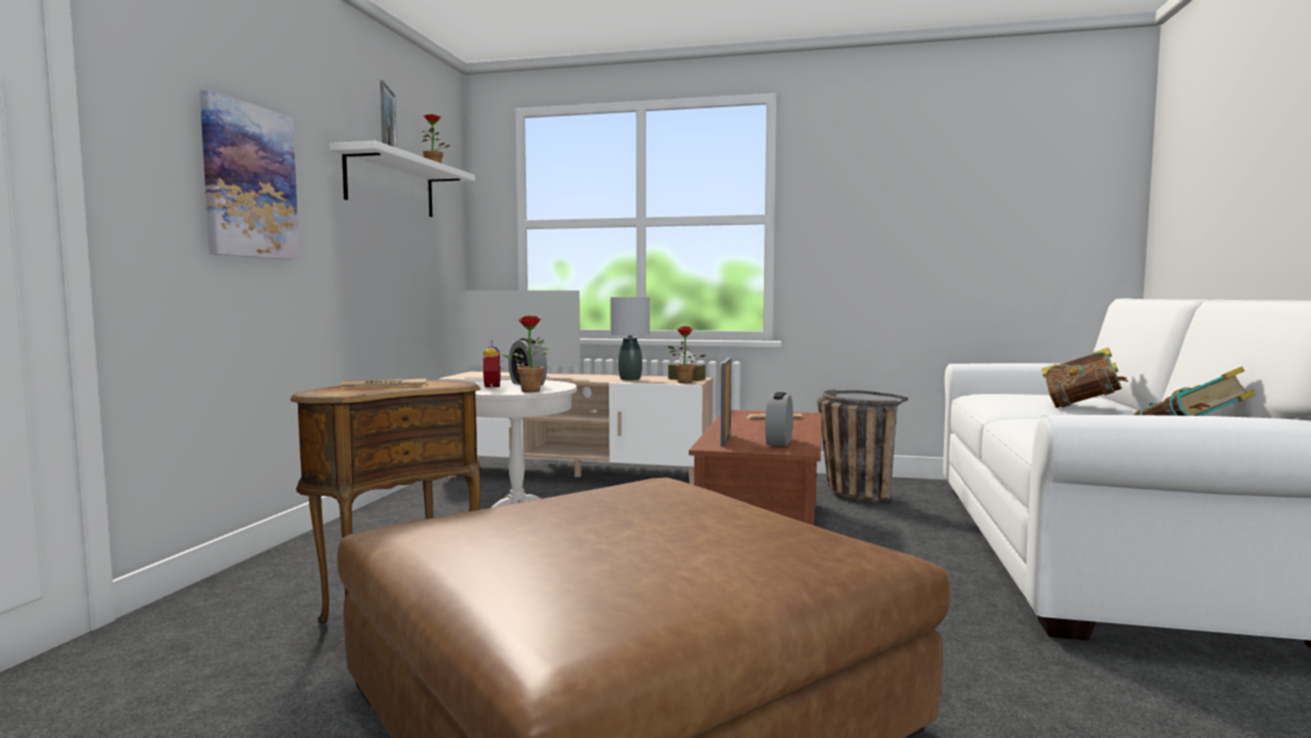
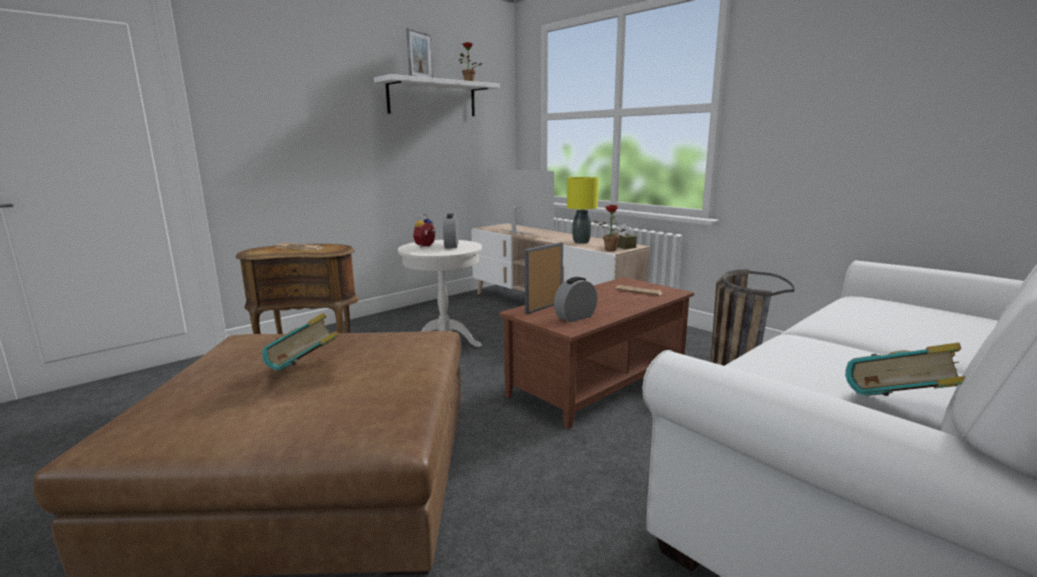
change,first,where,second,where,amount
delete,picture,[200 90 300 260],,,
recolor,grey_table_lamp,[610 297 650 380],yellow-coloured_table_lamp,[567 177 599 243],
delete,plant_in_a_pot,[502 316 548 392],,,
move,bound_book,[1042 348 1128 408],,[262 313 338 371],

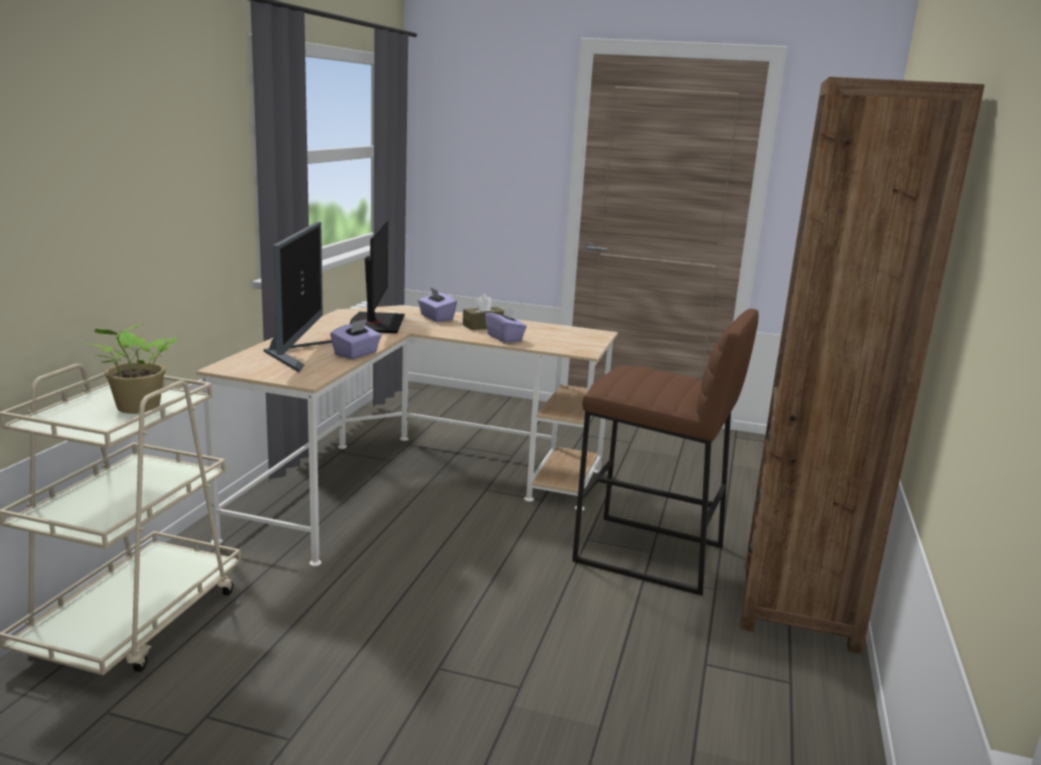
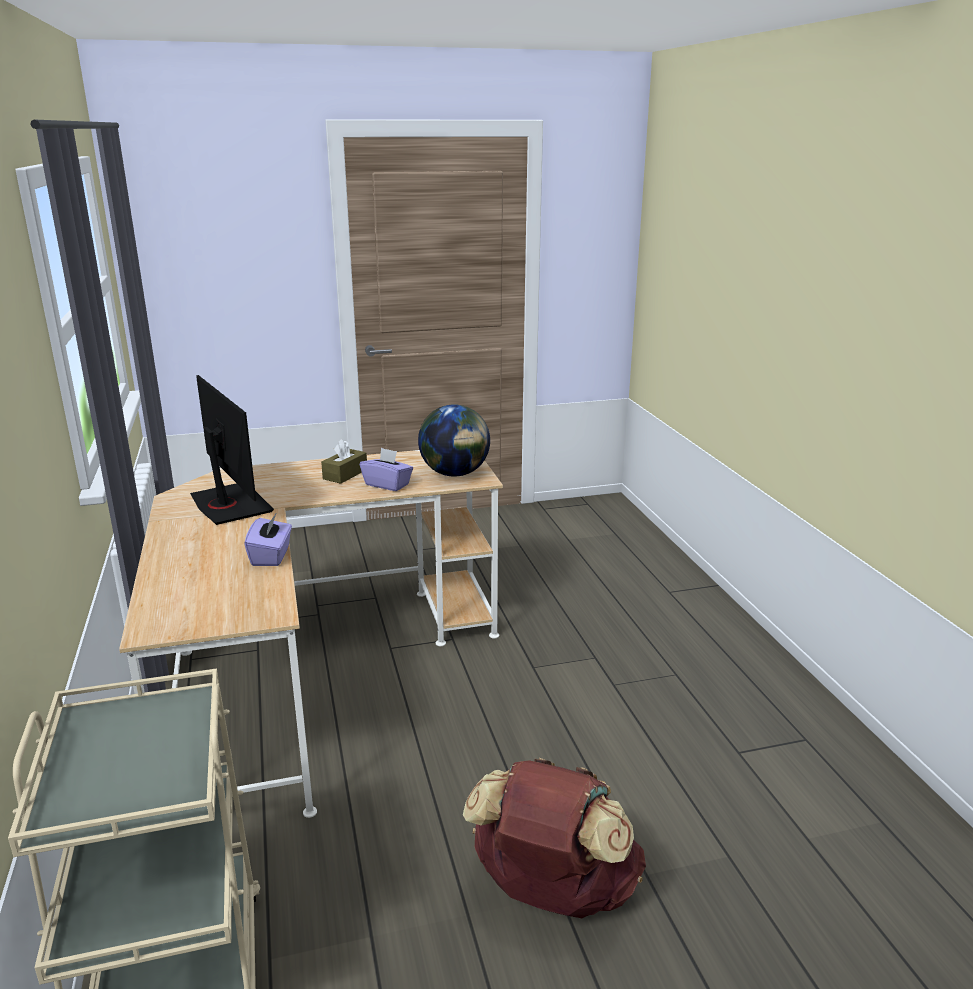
change,first,where,second,where,amount
delete,brown-coloured_shelving_unit,[740 77 985 654],,,
delete,monitor,[264 222 332 372],,,
delete,purplish_box_of_tissues,[418 287 457 322],,,
delete,brown-coloured_stool,[572 309 759 596],,,
delete,plant_in_a_pot,[84 324 177 414],,,
insert,,,world_globe,[418 404 490 477],
insert,,,brown-coloured_rucksack,[463 758 646 918],

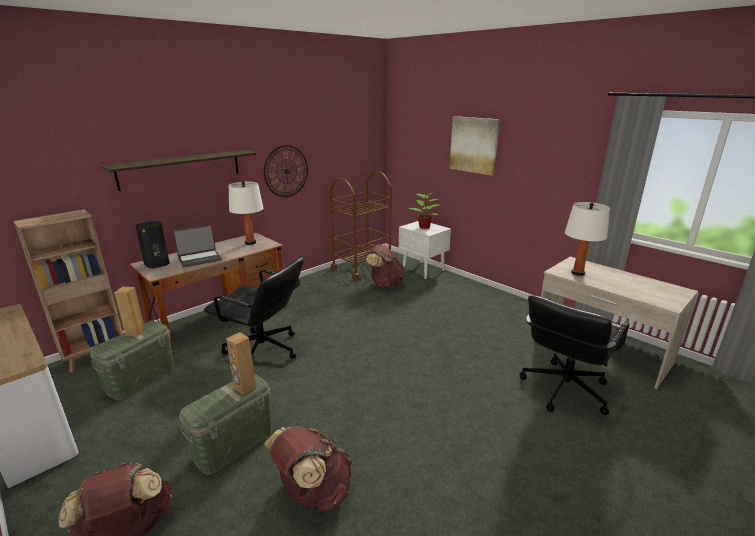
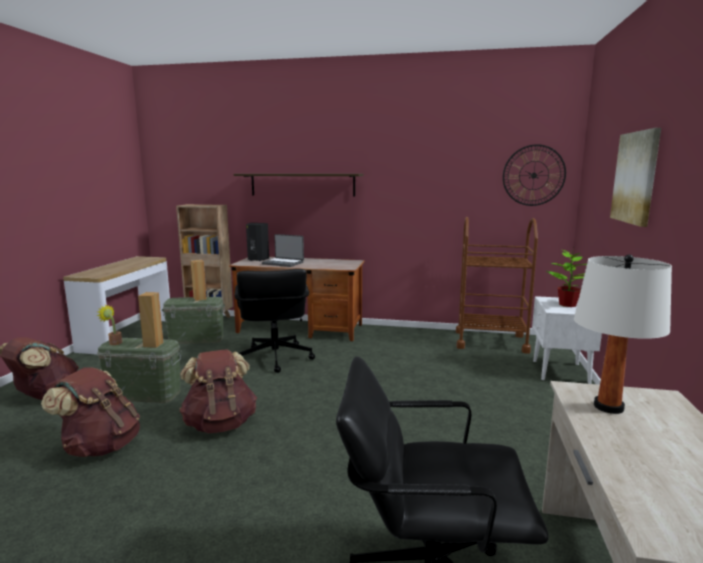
change,first,where,second,where,amount
move,wall_clock,[264 145 308 197],,[503 144 566 206],
delete,white_table_lamp,[228 181 263 245],,,
move,brown-coloured_rucksack,[366 245 405 288],,[179 349 257 433],
insert,,,plant_in_a_pot,[96 305 122 345],

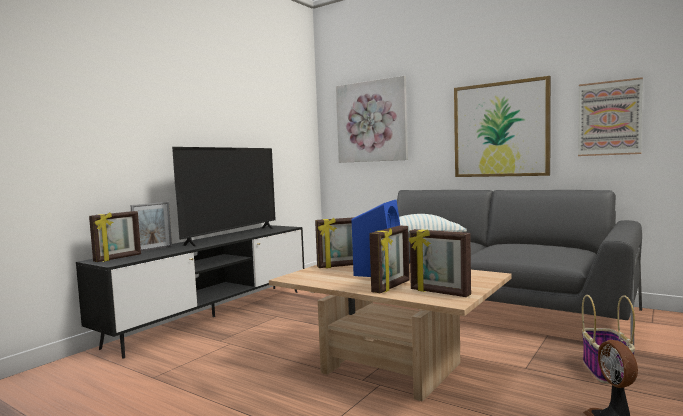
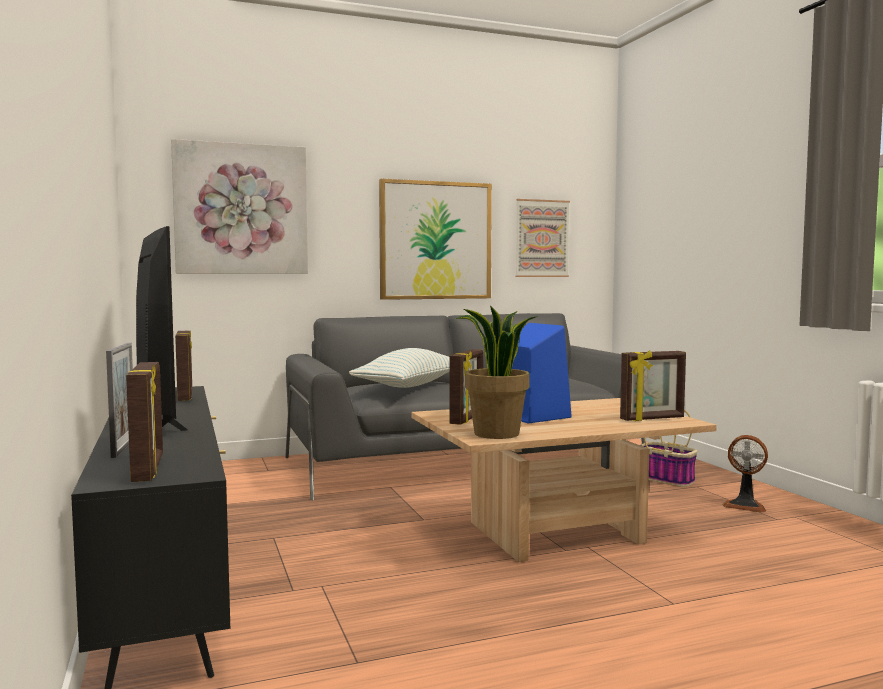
change,first,where,second,where,amount
move,picture_frame,[369 225 410 293],,[175 331 192 401],
insert,,,plant_in_a_pot,[455 305 538 439],

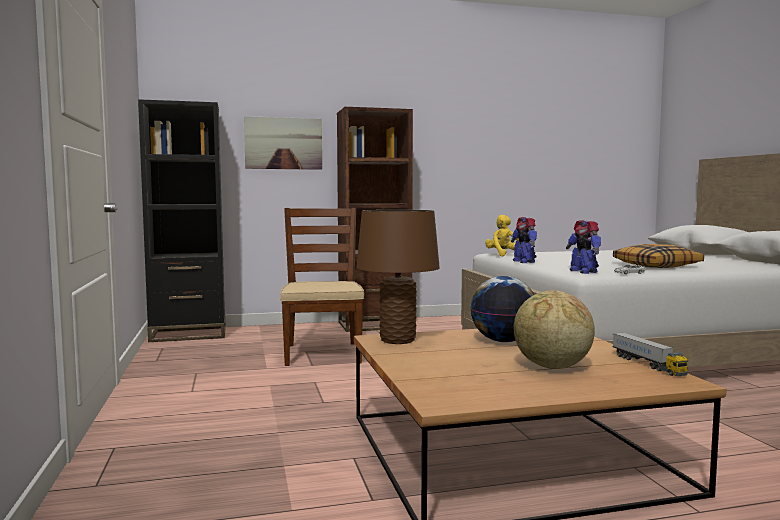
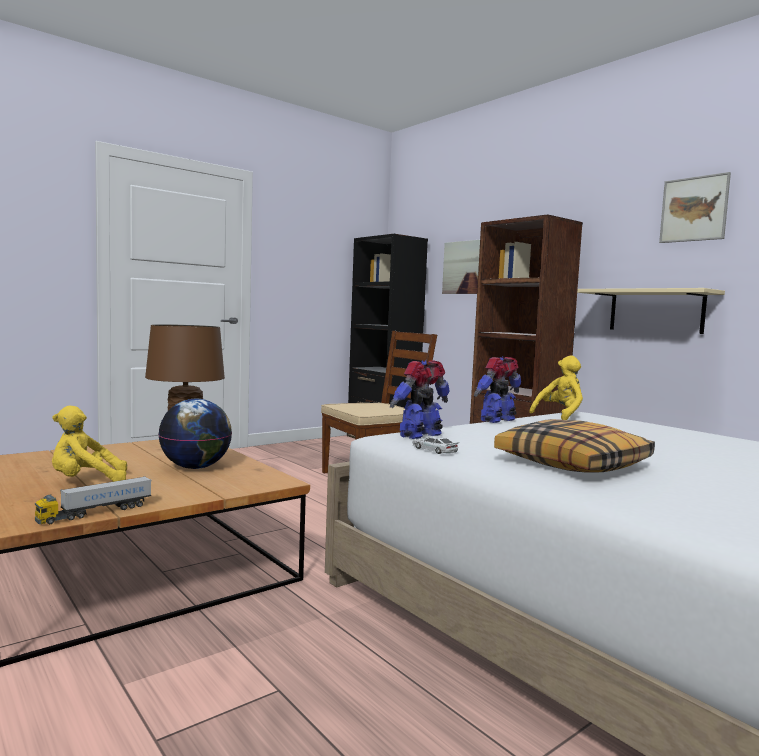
change,first,where,second,where,amount
replace,world_globe,[514 290 595 369],yellow-coloured_cuddly_toy,[52 405 127 482],
insert,,,picture,[659 172 731 243],
insert,,,beige-coloured_wall_shelf,[577 288 725 334],

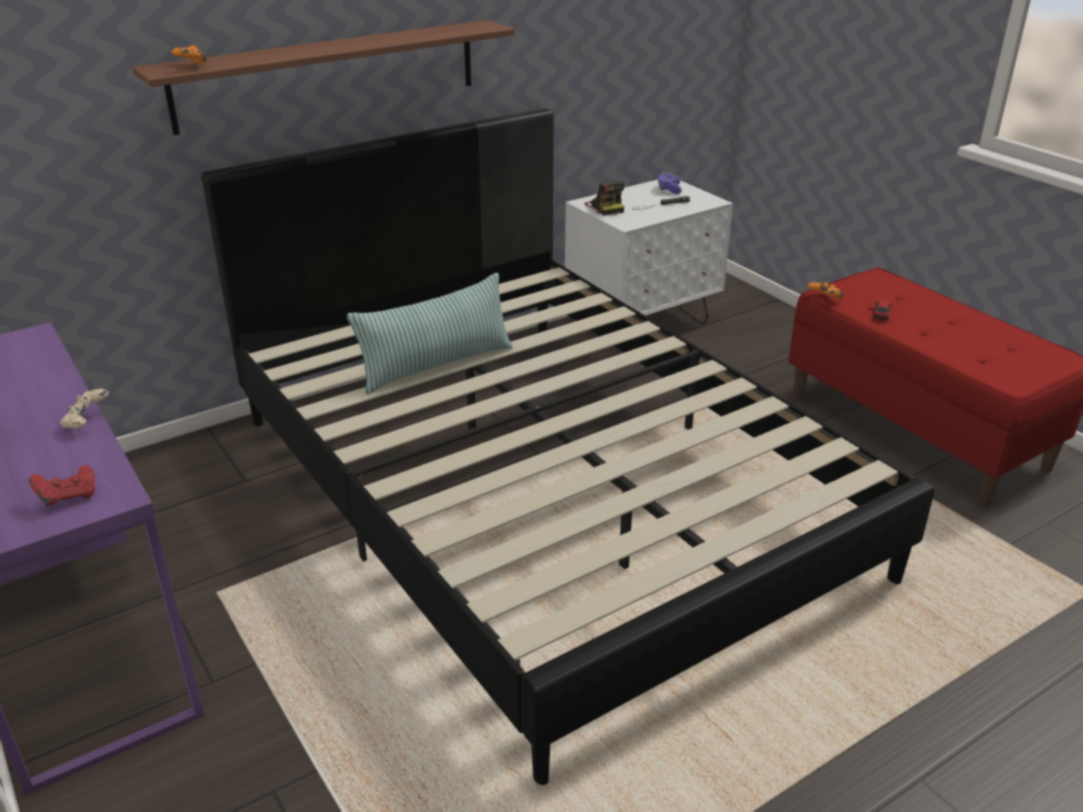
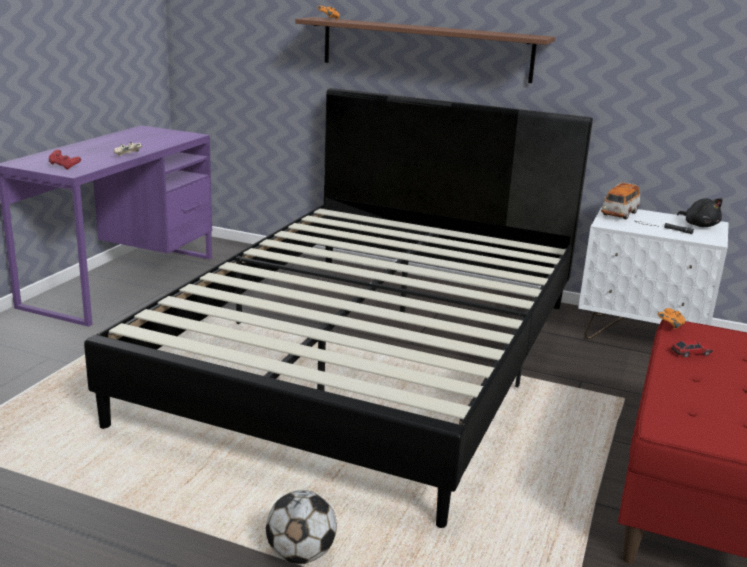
change,first,where,second,where,amount
replace,purplish_game_controller,[658 172 682 194],blackish_cuddly_toy,[677 198 723 227],
replace,still_camera,[584 181 624 215],toy_car,[601 182 640 219],
delete,cushion,[347 273 513 394],,,
insert,,,ball_for_football,[266 490 337 564],

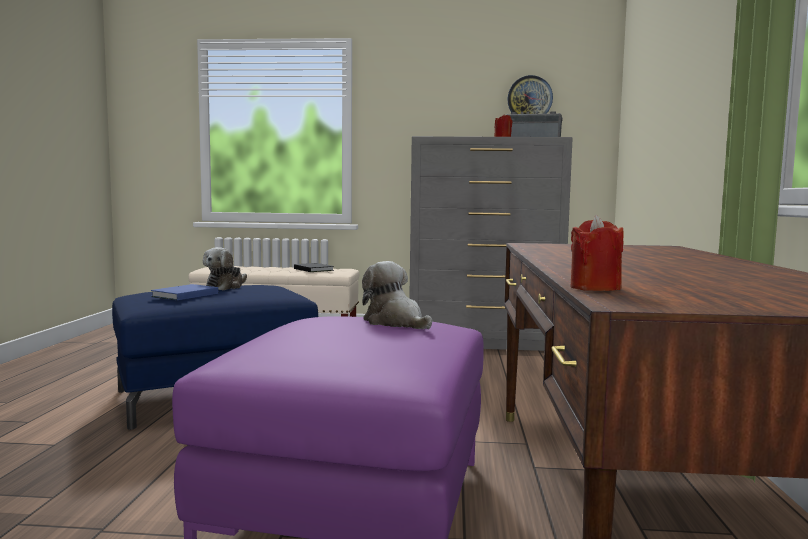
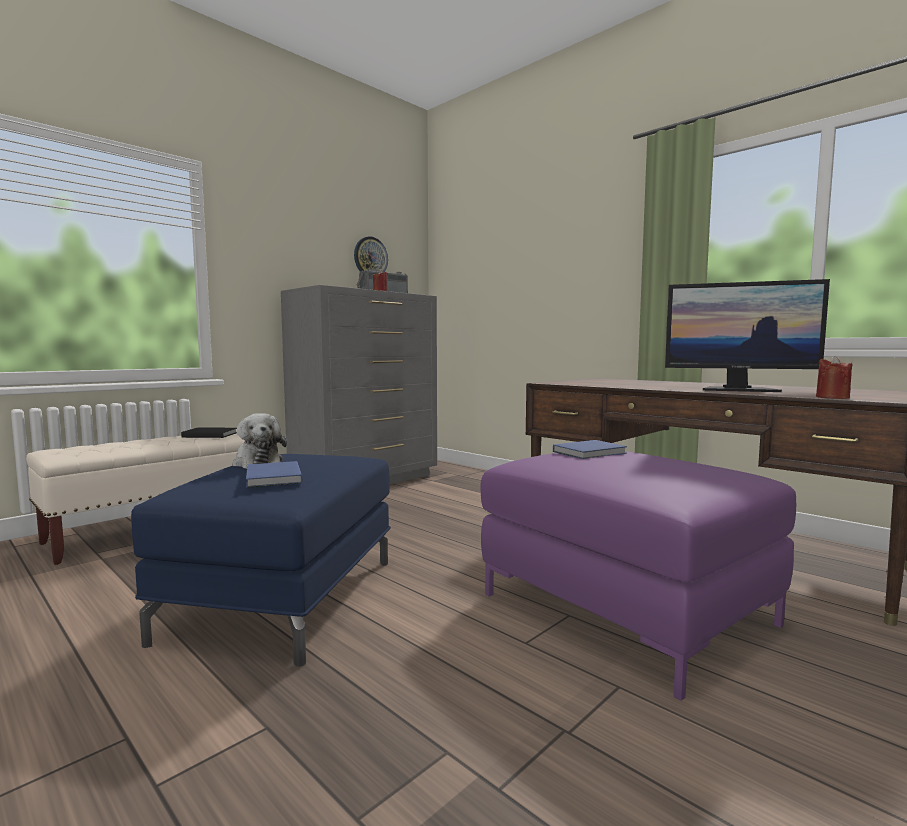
change,first,where,second,where,amount
replace,cuddly_toy,[362 261 432 329],blue-coloured_bound_book,[553 440 627 459],
insert,,,monitor,[665 279 830 392],

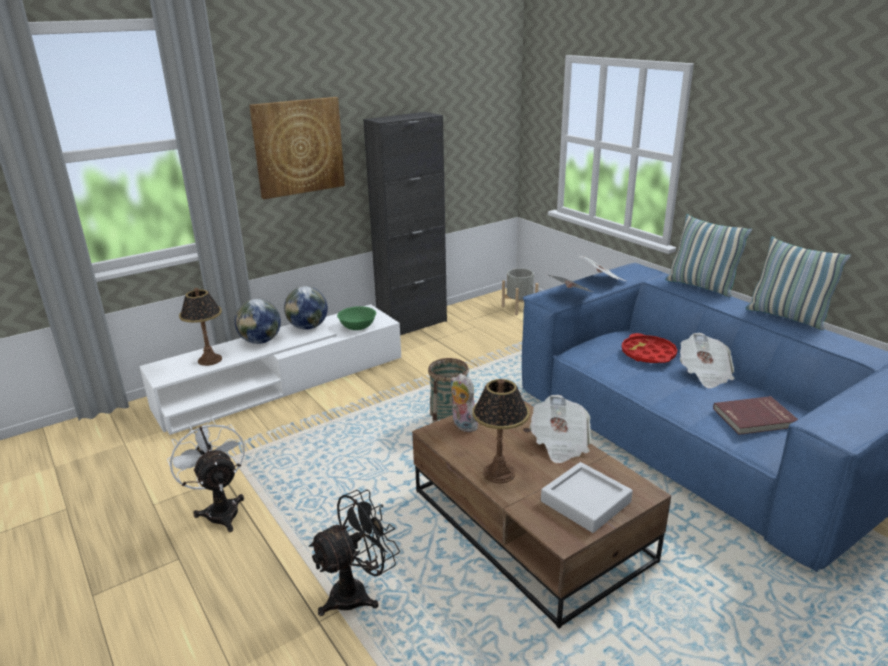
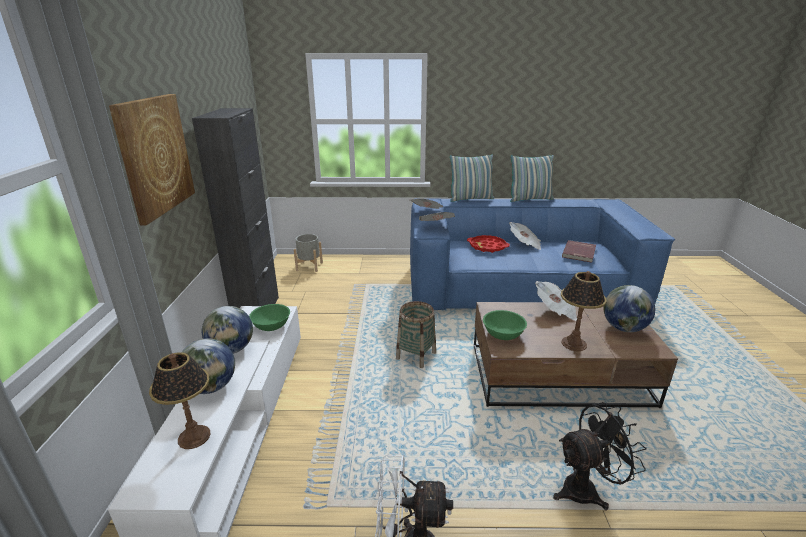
change,first,where,second,where,amount
replace,cuddly_toy,[451 373 478 432],green_serving_bowl,[483 310 527 340],
replace,grey_serving_tray,[541 462 633 533],world_globe,[604 285 655 332],
rotate,blackish_cooling_fan,[309 490 400 616],,[553 402 647 511],75 degrees clockwise

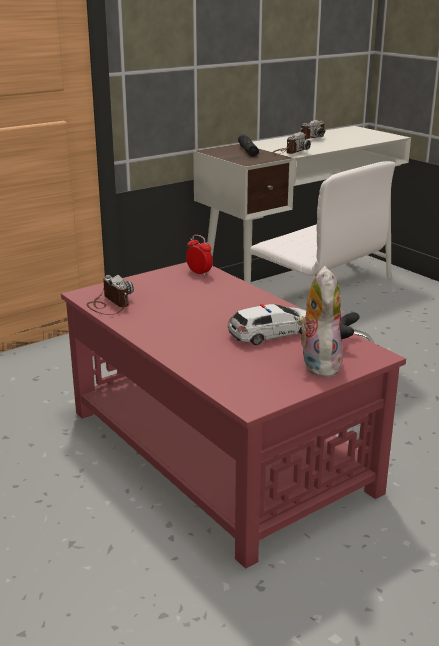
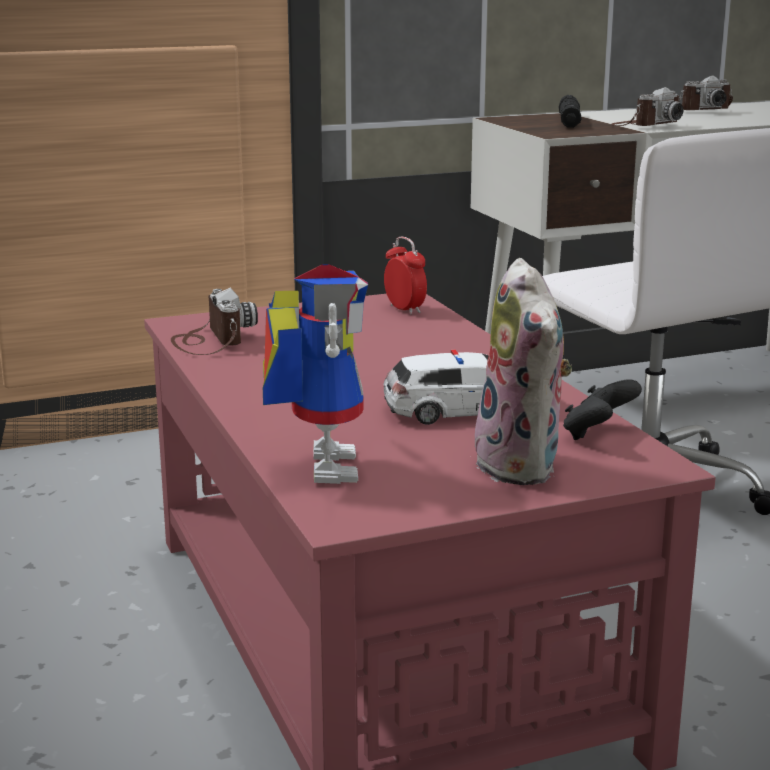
change,first,where,second,where,amount
rotate,cuddly_toy,[297 266 343 377],,[470 258 572 485],150 degrees clockwise
insert,,,robot_figure,[263 264 368 484],

